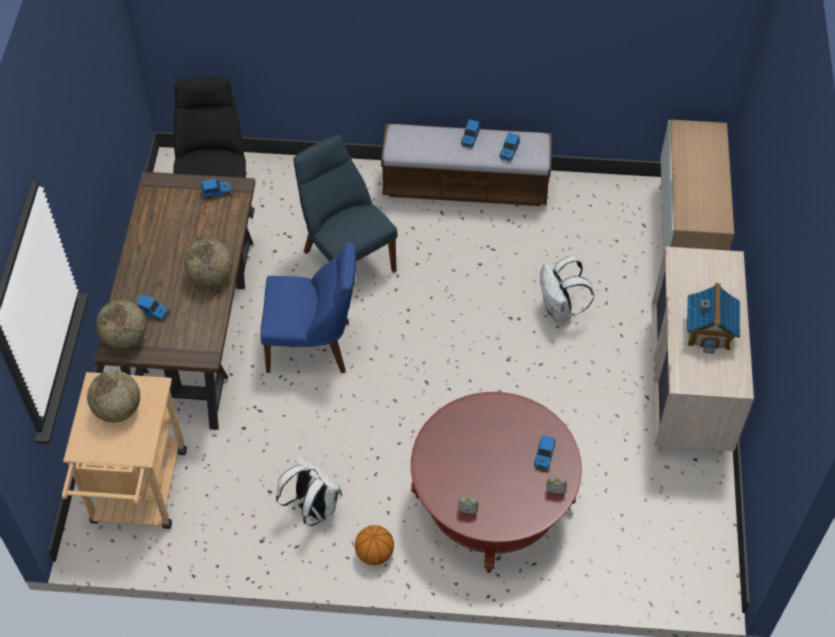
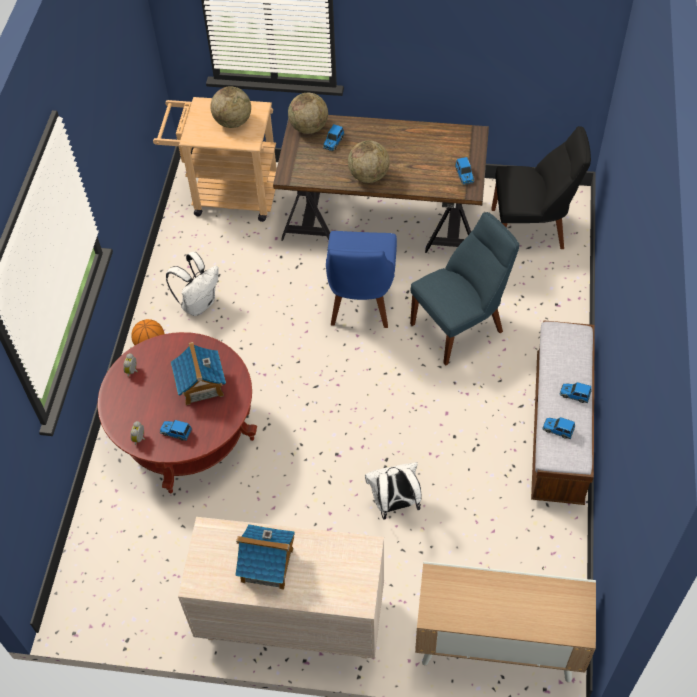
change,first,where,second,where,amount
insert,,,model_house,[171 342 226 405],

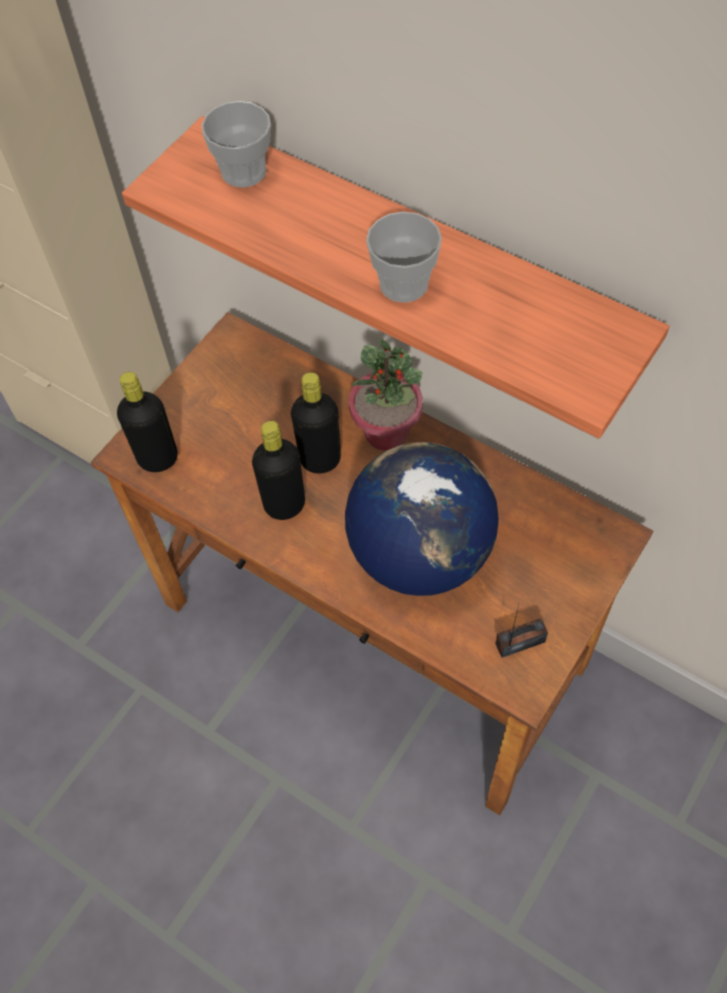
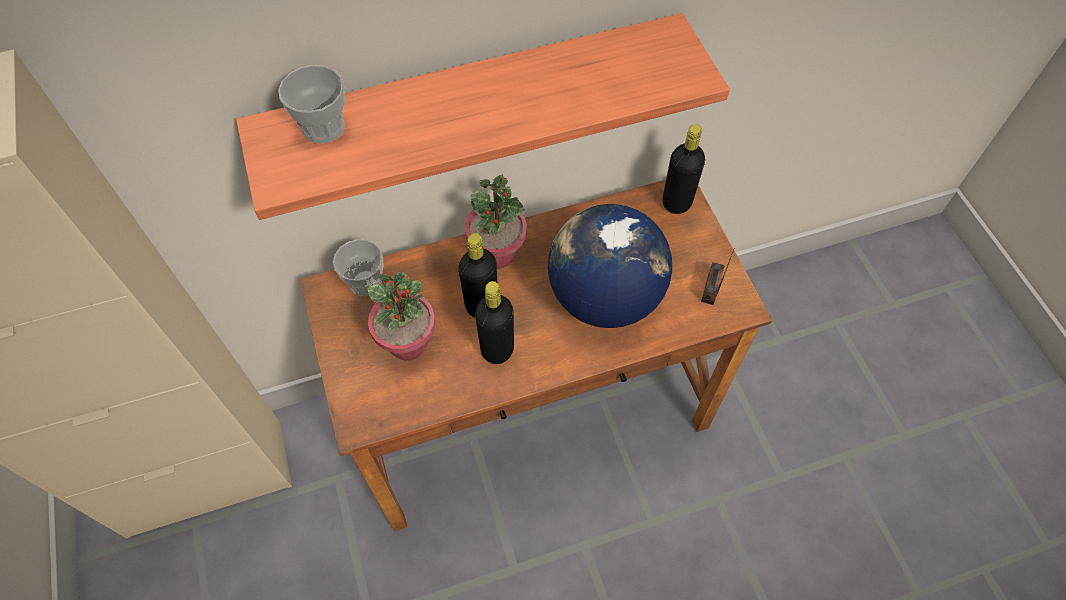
change,first,where,second,where,amount
move,small_cup,[366 212 442 303],,[333 239 383 296],
move,blackish_beverage_bottle,[117 372 177 472],,[663 124 705 214],
insert,,,plant_in_a_pot,[368 272 436 360],

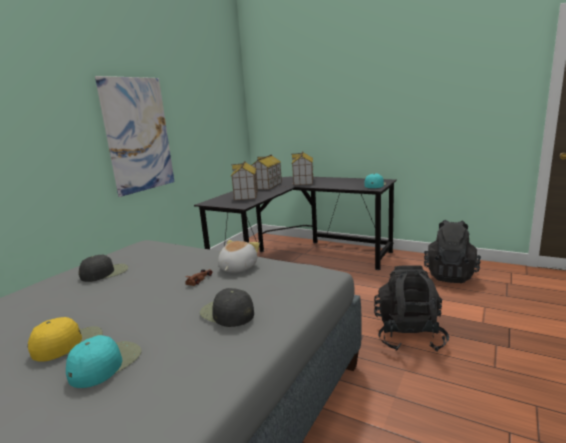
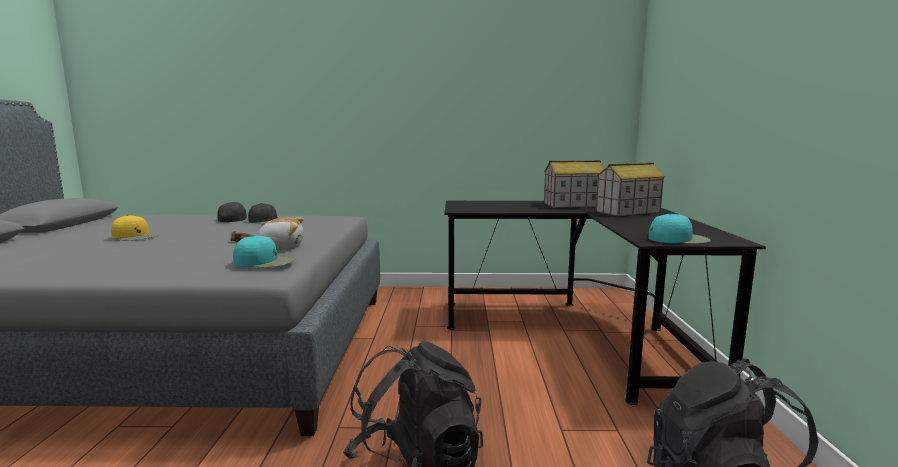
change,first,where,second,where,amount
delete,picture,[95 76 174 197],,,
delete,model_house,[231 161 258 200],,,
move,blackish_cap,[200 288 254 327],,[218 202 248 222],
move,turquoise_cap,[66 335 142 388],,[233 235 296 267],

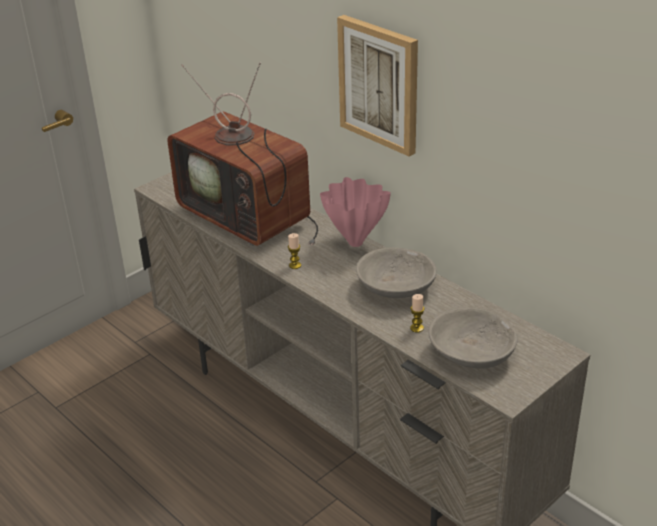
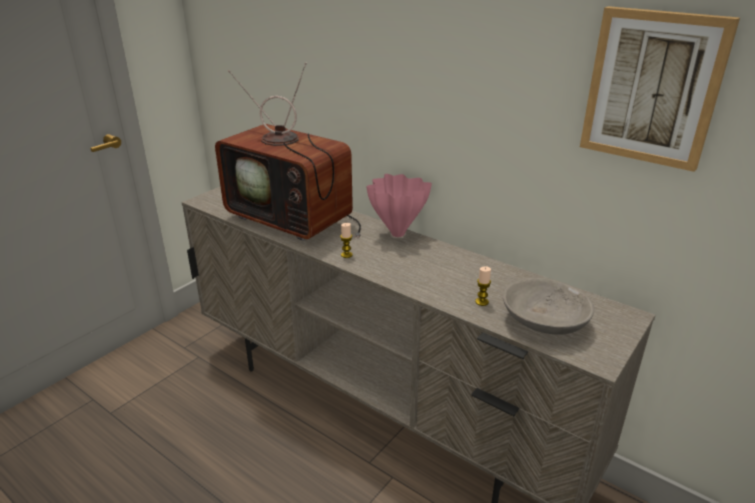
change,first,where,second,where,amount
move,picture,[337 15 418 157],,[580 6 740 172],
delete,grey_serving_bowl,[356 248 437 298],,,

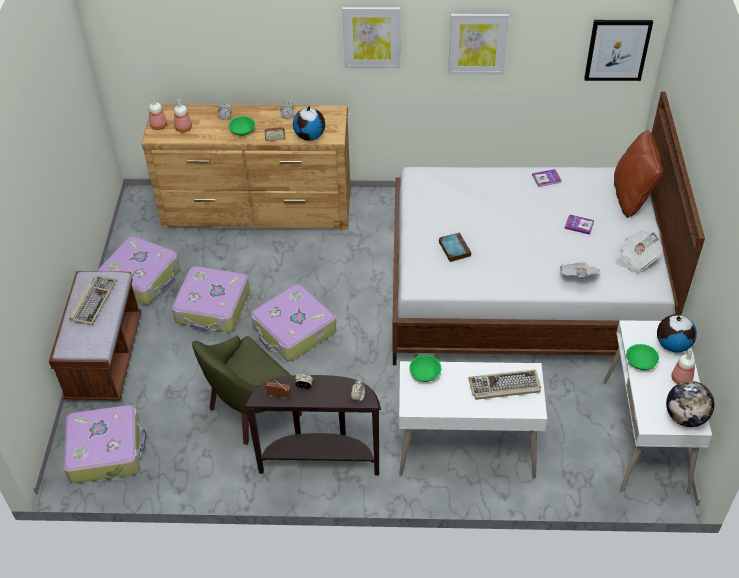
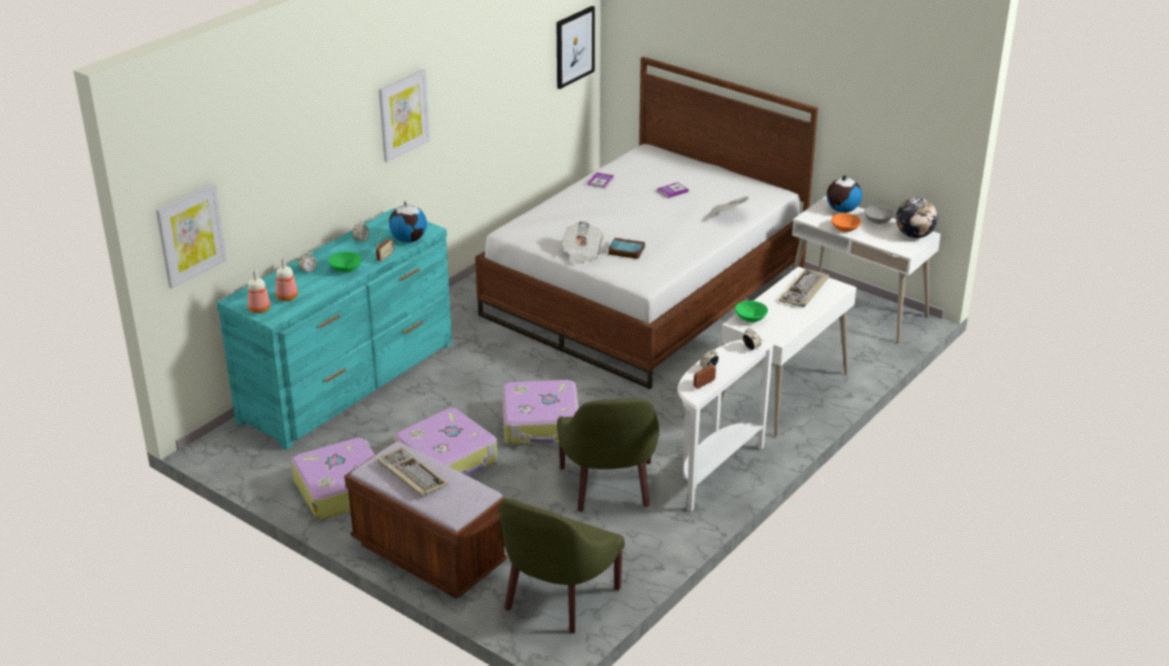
change,first,where,second,where,amount
move,picture,[448 14 509 75],,[156 183 227 289],
recolor,brown-coloured_chest_of_drawers,[141 105 351 230],turquoise_chest_of_drawers,[216 208 452 450],
delete,brown-coloured_cushion,[614 130 663 218],,,
move,daily_paper,[616 230 663 273],,[561 221 604 264],
recolor,green_serving_bowl,[626 344 659 370],orange-coloured_serving_bowl,[831 213 861 232],
replace,beverage_bottle,[671 350 695 384],grey_serving_bowl,[864 205 894 224],
recolor,brown-coloured_console_table,[244 375 381 475],white_console_table,[677 340 775 512],
replace,suitcase,[63 405 146 483],green_armchair,[499 499 625 633],

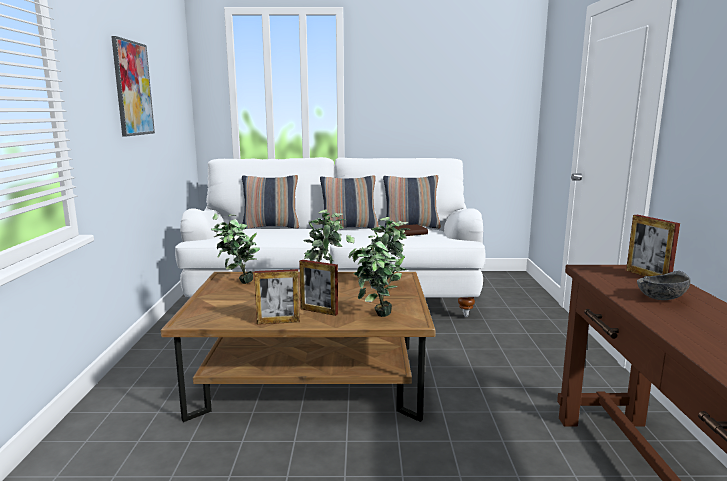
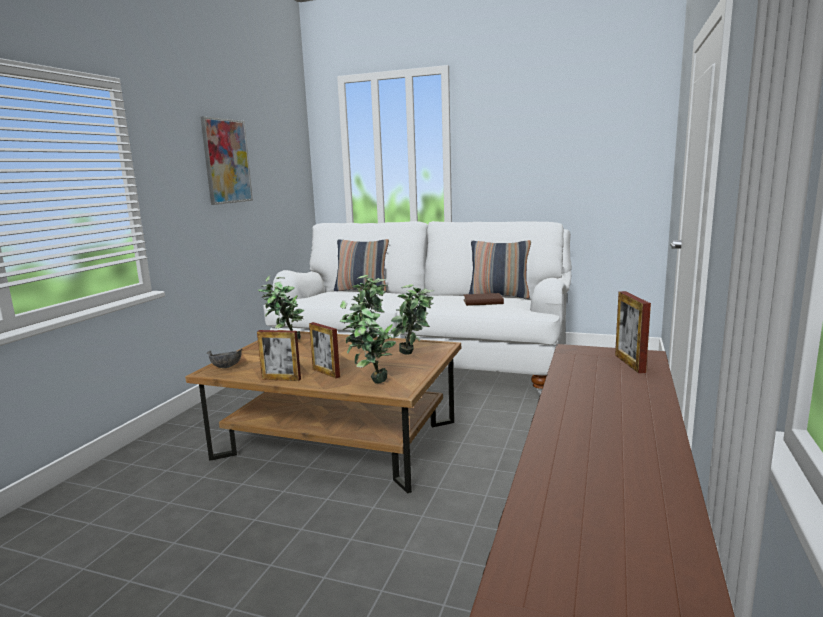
change,first,where,second,where,amount
delete,cushion,[320 175 379 229],,,
move,grey_serving_bowl,[637 271 690 300],,[206 349 242 368],

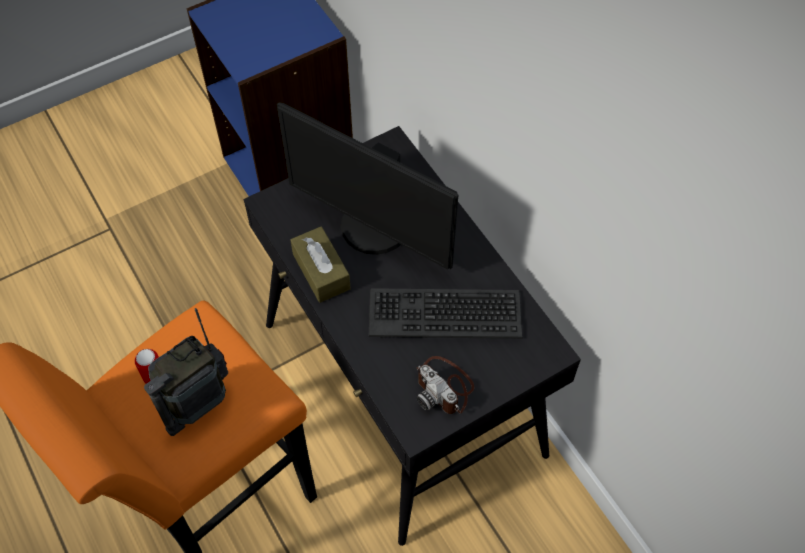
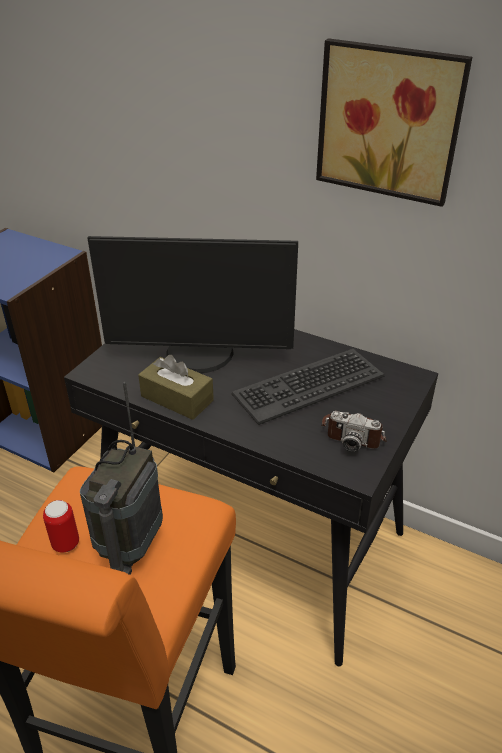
change,first,where,second,where,amount
insert,,,picture,[316 38 472 207],

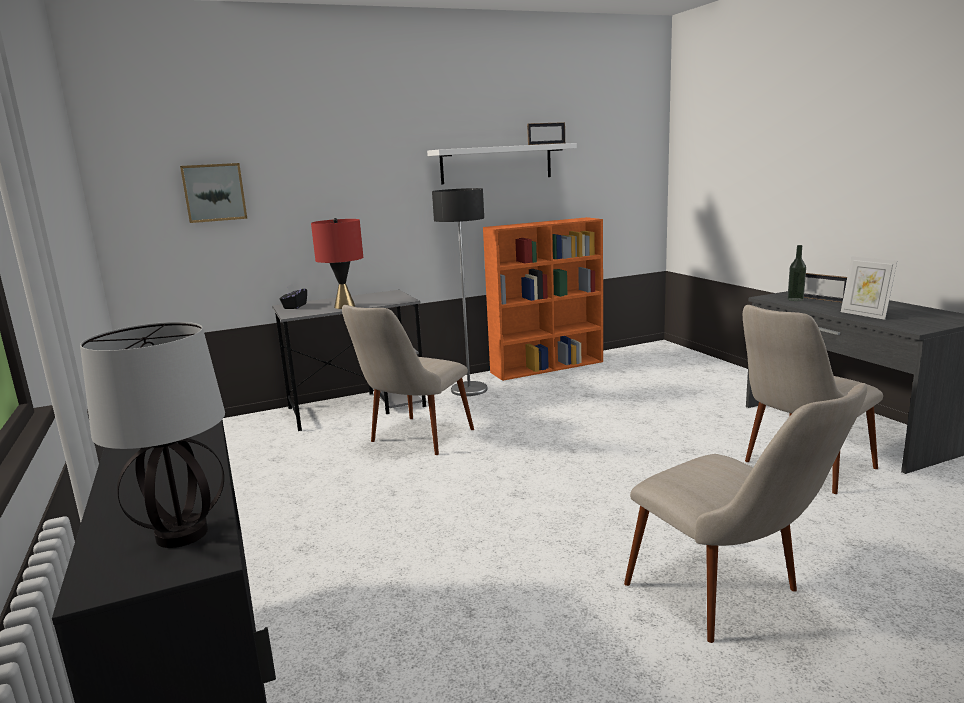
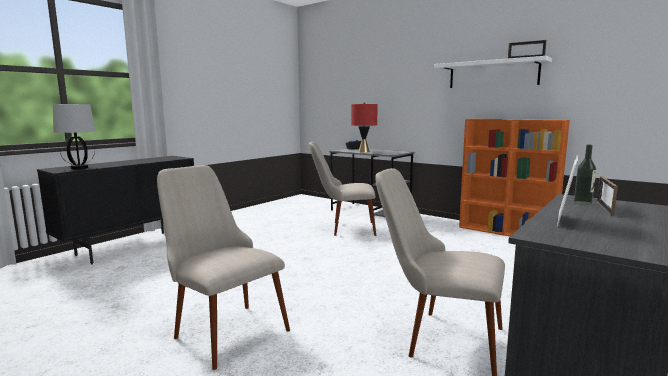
change,first,where,second,where,amount
delete,picture,[180 163 247 223],,,
delete,standing_lamp,[432 188 488 396],,,
rotate,beige-coloured_plain_chair,[624 383 867 643],,[157 165 290 370],105 degrees clockwise

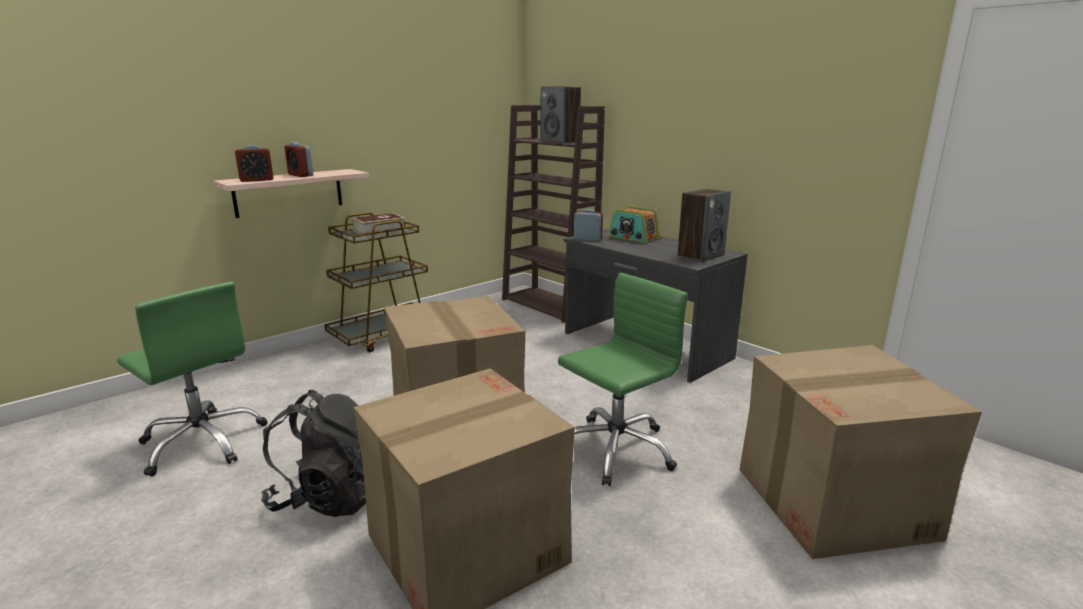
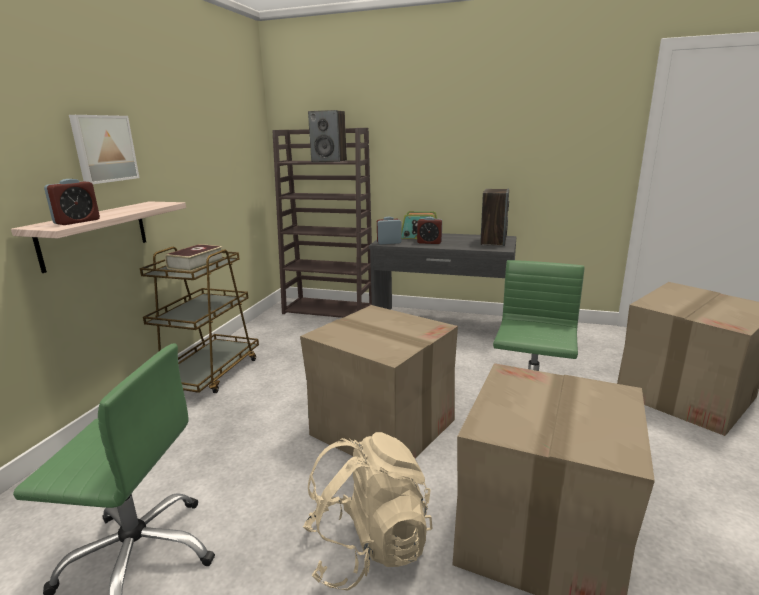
change,first,where,second,where,amount
move,alarm_clock,[285 142 313 177],,[417 217 442 244],
recolor,blackish_rucksack,[261 390 366 517],beige-coloured_rucksack,[303 432 432 591],
insert,,,picture,[69 115 139 184],

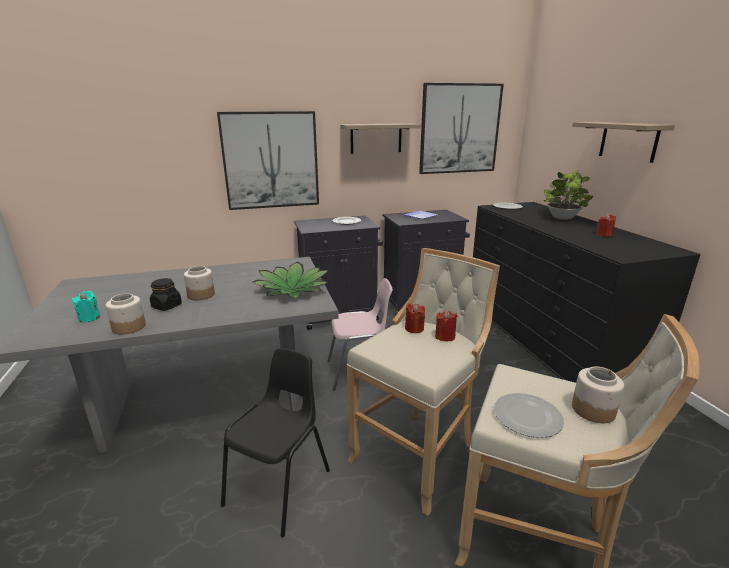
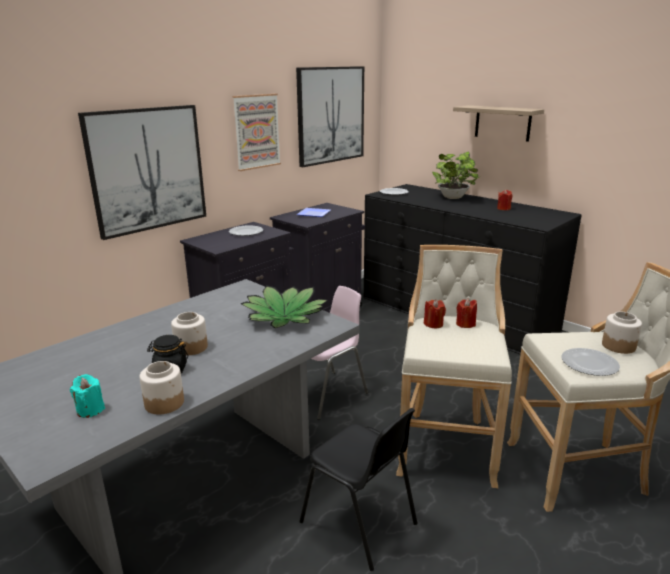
change,first,where,second,where,amount
replace,wall_shelf,[340 123 421 154],picture,[232 94 281 171],
rotate,blackish_plain_chair,[221 348 330 538],,[299 408 418 571],135 degrees clockwise

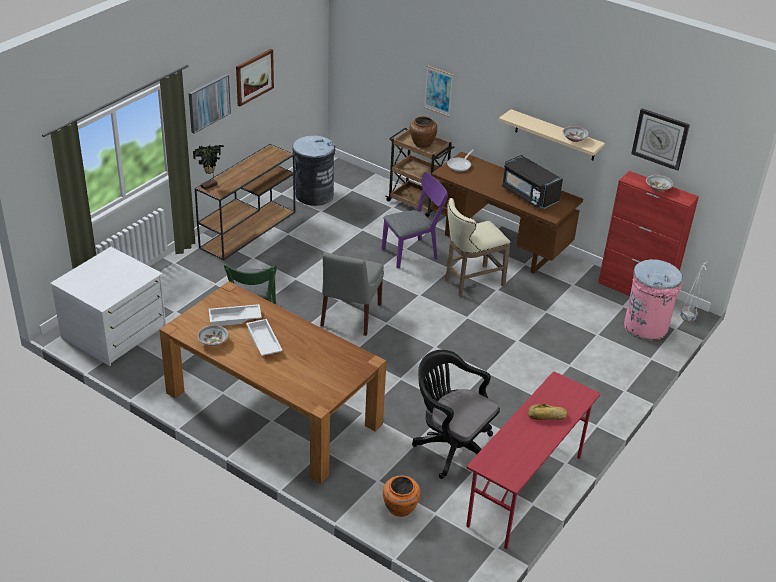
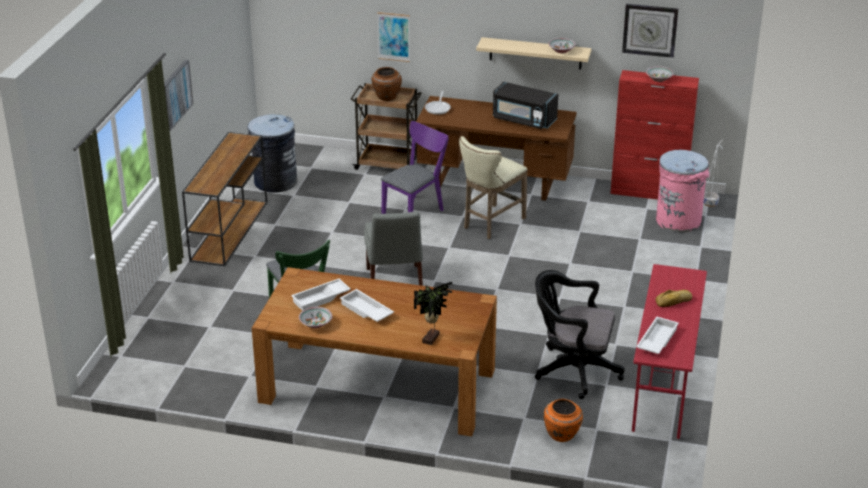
change,first,where,second,where,amount
delete,picture,[236 49 274 106],,,
move,plant_in_a_pot,[193 144 224 190],,[414 282 452 345],
delete,white_chest_of_drawers,[50 247 166 366],,,
insert,,,white_serving_tray,[636 317 679 354],

